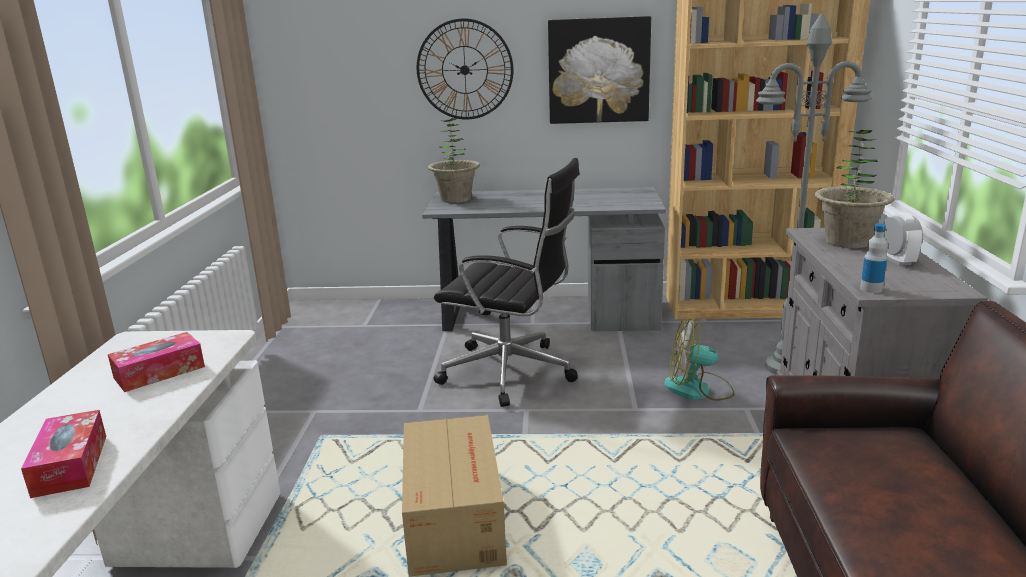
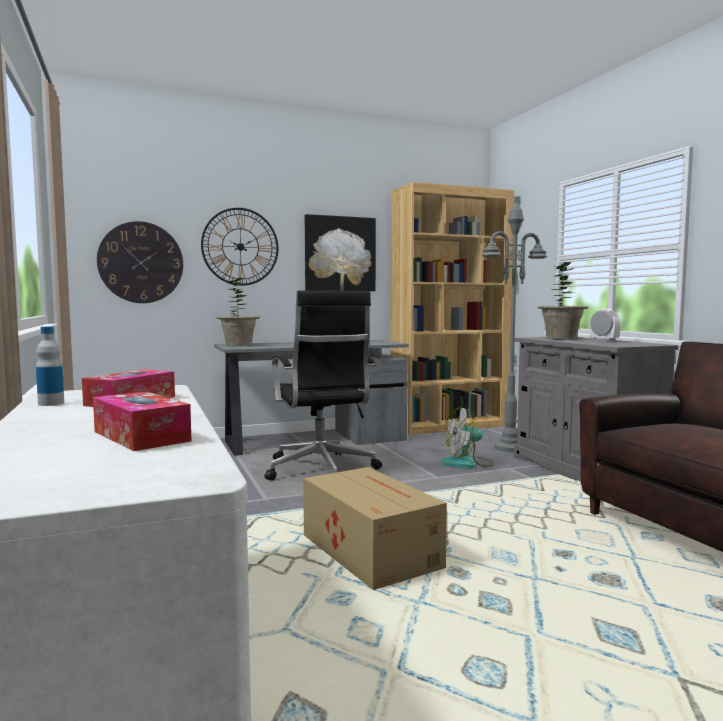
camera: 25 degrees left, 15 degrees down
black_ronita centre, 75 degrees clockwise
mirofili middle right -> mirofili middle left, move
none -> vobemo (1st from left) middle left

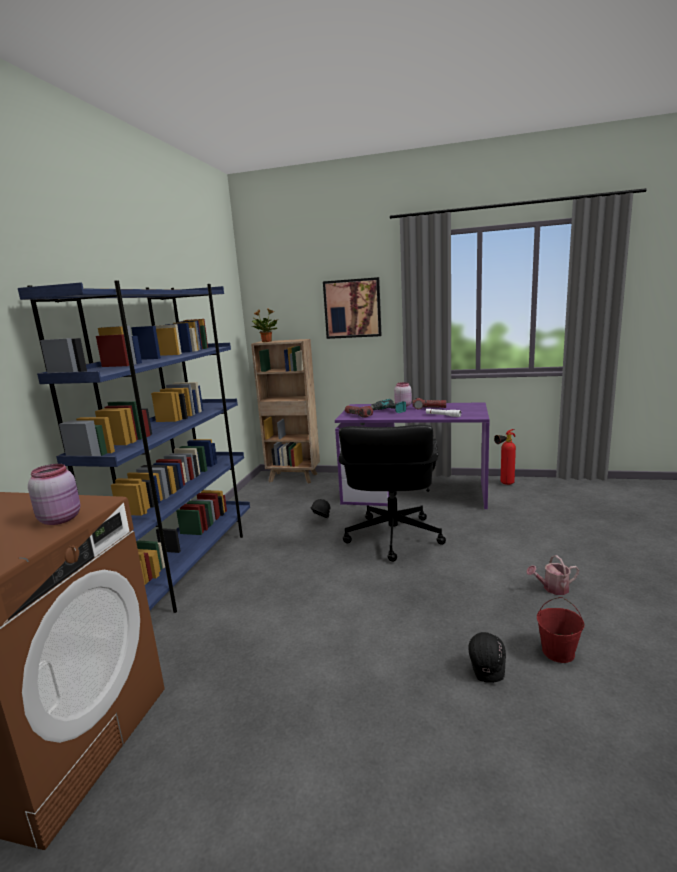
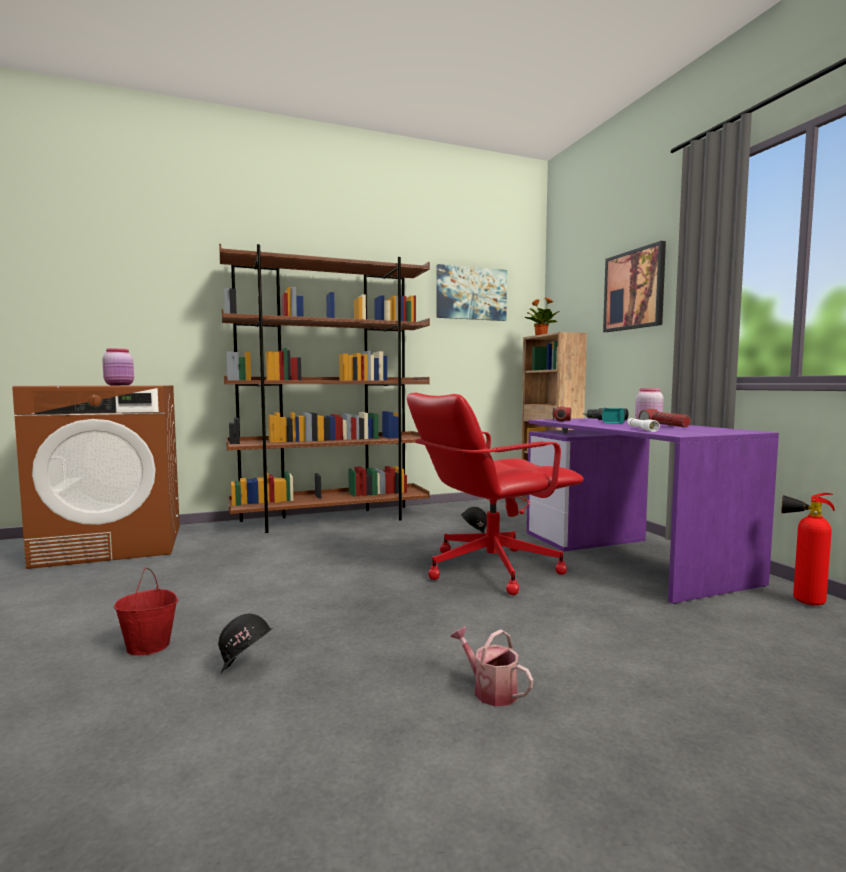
camera: 55 degrees right, 10 degrees down
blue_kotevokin middle left -> brown_kotevokin (1st from left) centre
black_ronita centre -> red_ronita centre
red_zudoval bottom right -> red_zudoval bottom left, move
none -> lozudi (1st from left) centre

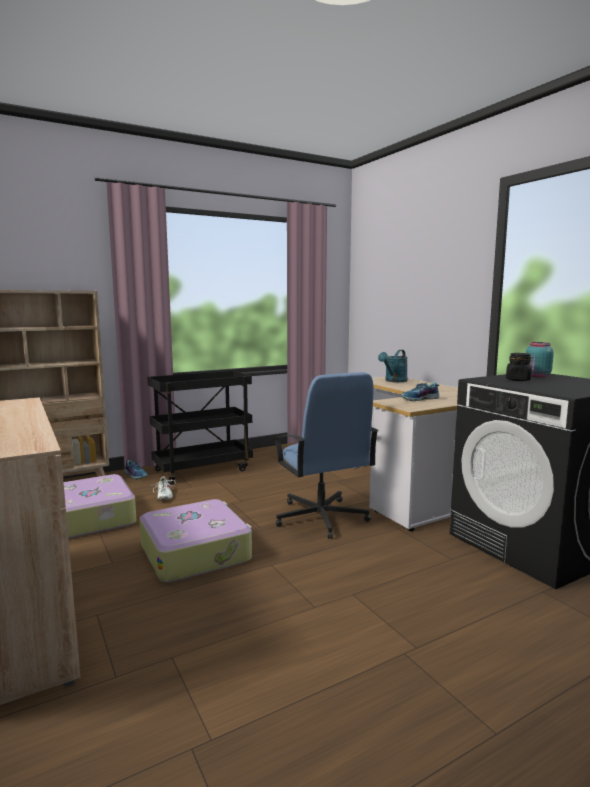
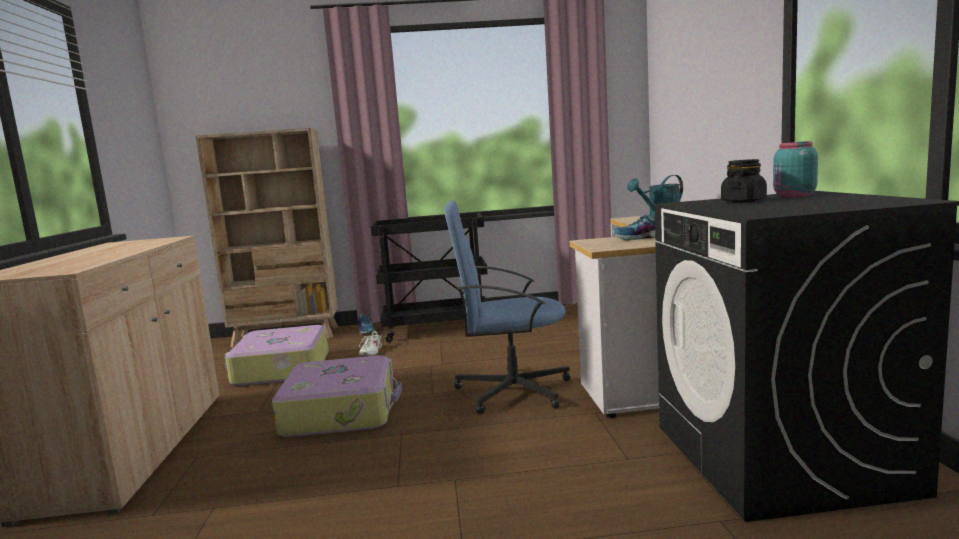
camera: 25 degrees right, 0 degrees up
blue_ronita centre, 90 degrees clockwise

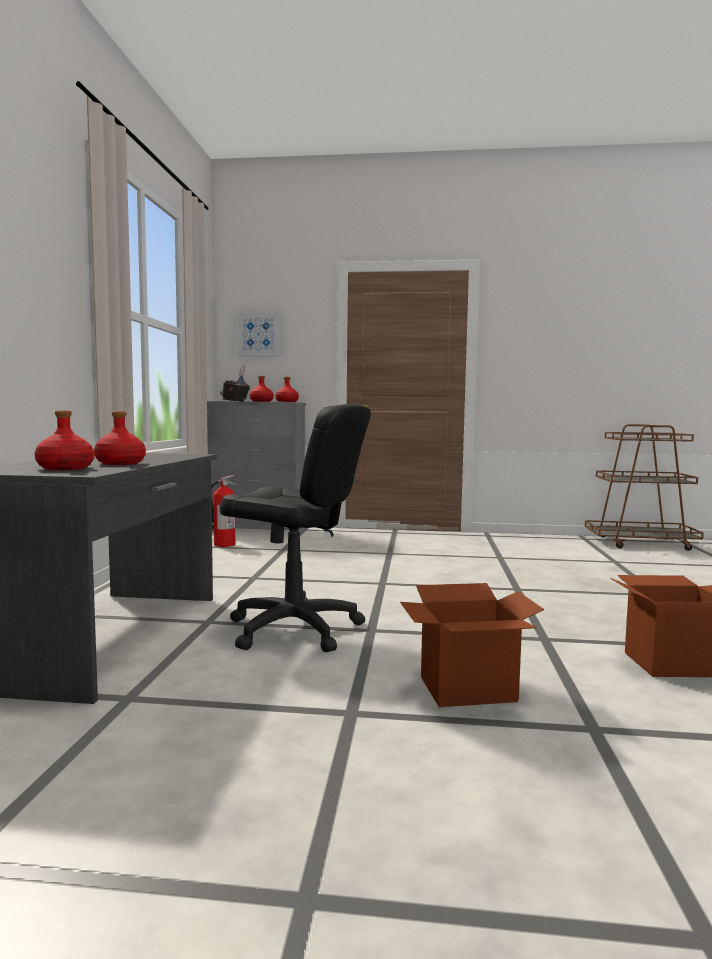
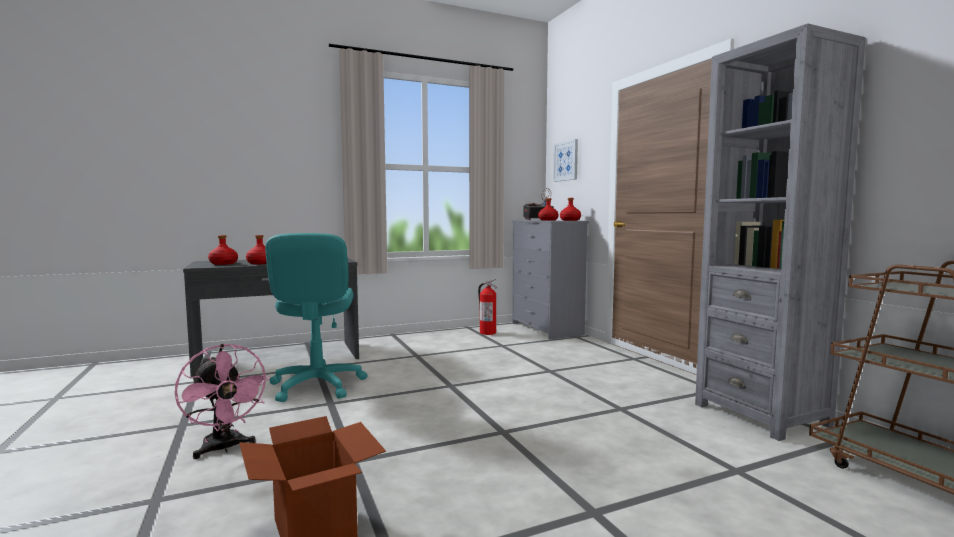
camera: 60 degrees right, 0 degrees up
black_ronita centre -> turquoise_ronita middle left
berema (1st from left) bottom centre -> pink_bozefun bottom left
none -> grey_kotevokin middle right

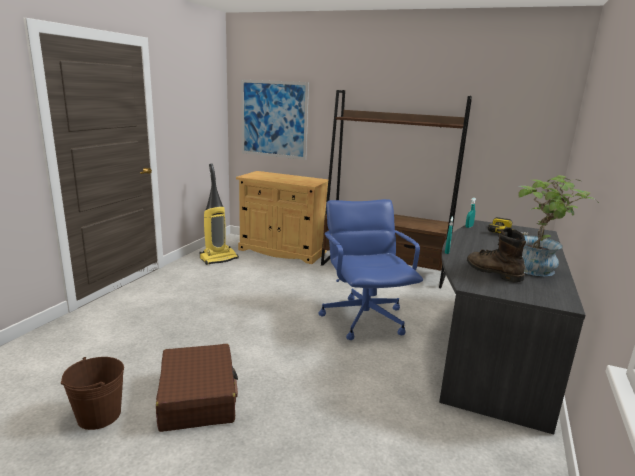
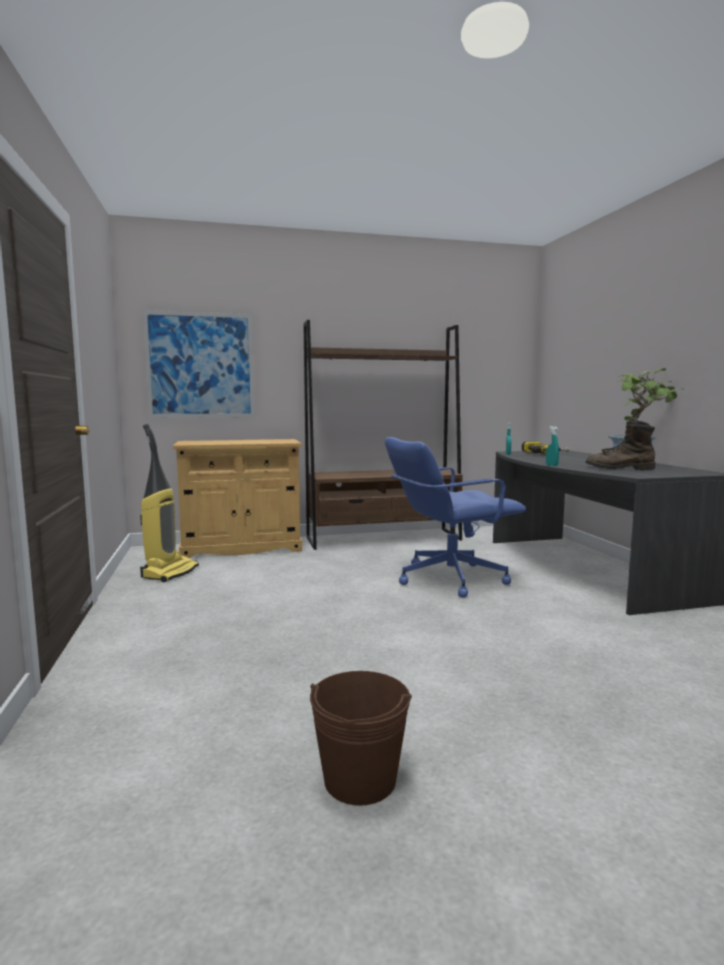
camera: 35 degrees left, 10 degrees down
blue_ronita centre, 60 degrees counterclockwise
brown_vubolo bottom left -> none

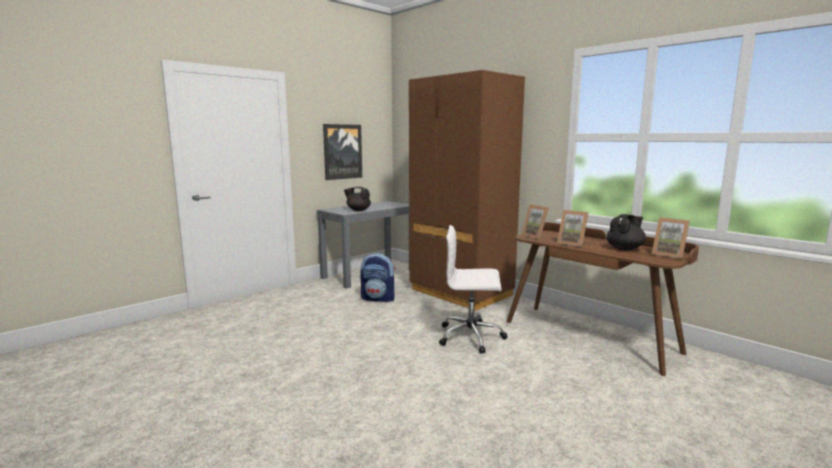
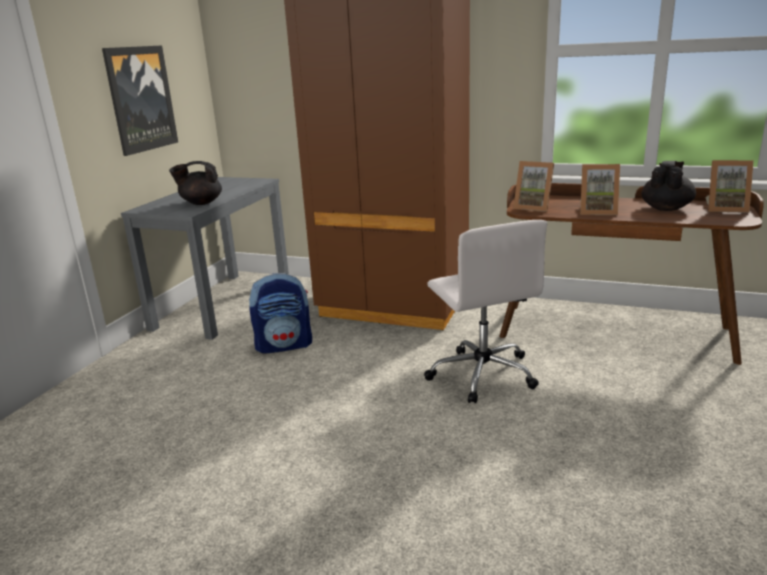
camera: 25 degrees left, 10 degrees up
white_ronita centre, 90 degrees counterclockwise

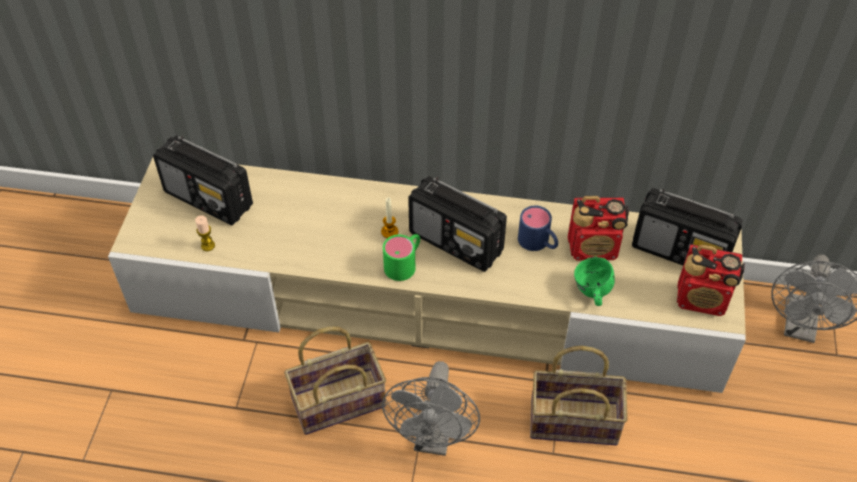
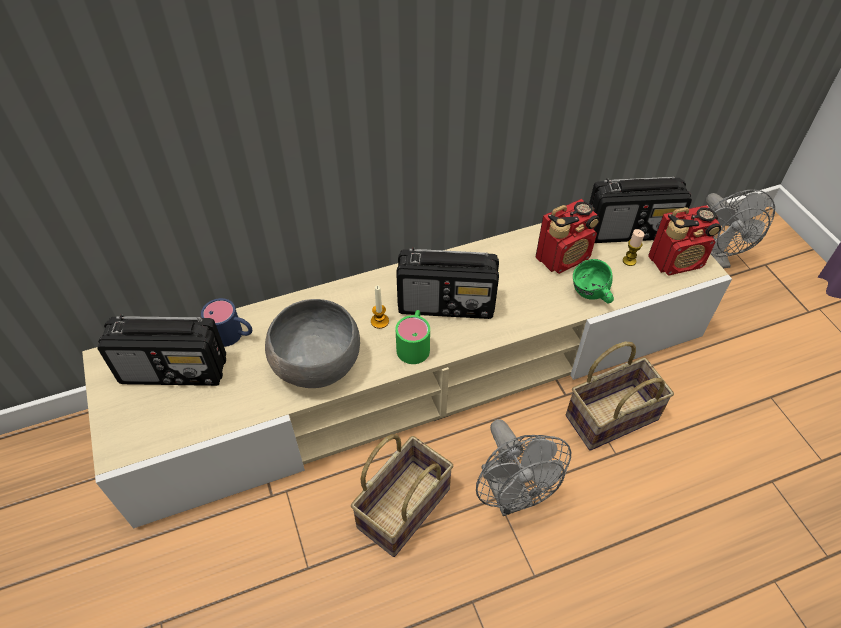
camera: 30 degrees left, 0 degrees up
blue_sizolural centre -> blue_sizolural middle left, move
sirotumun (1st from left in the first image) middle left -> sirotumun (2nd from left) middle right, move
none -> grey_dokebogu centre

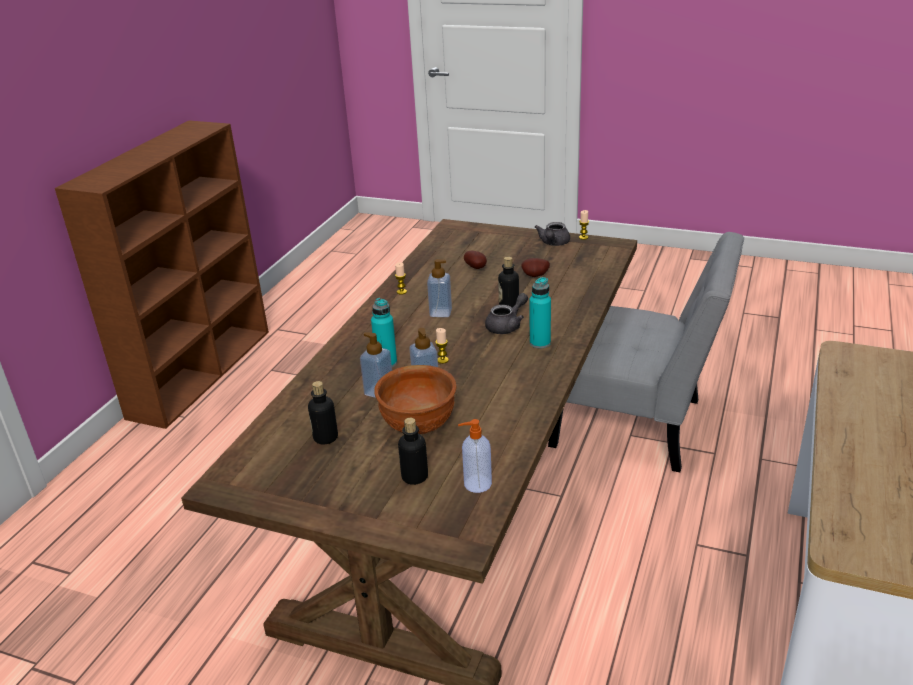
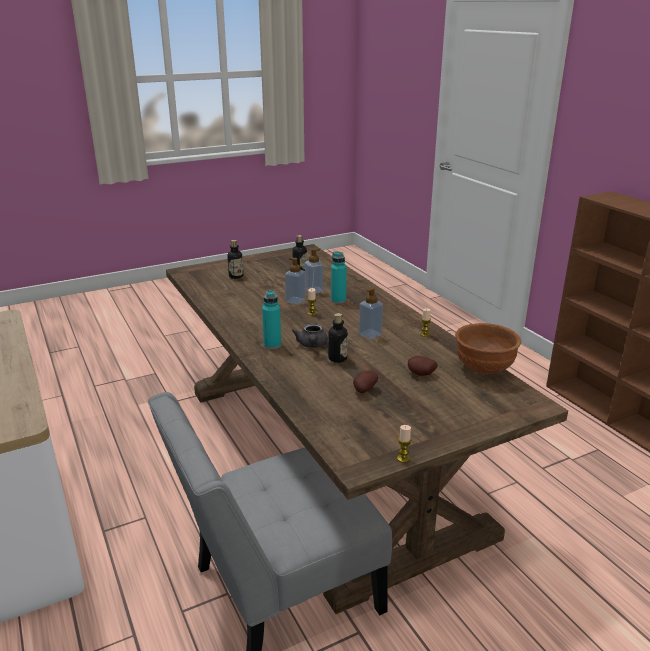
camera: 130 degrees right, 5 degrees down
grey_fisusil (2nd from left) centre -> none
brown_dokebogu centre -> brown_dokebogu middle right, move
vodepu (4th from left) centre -> none

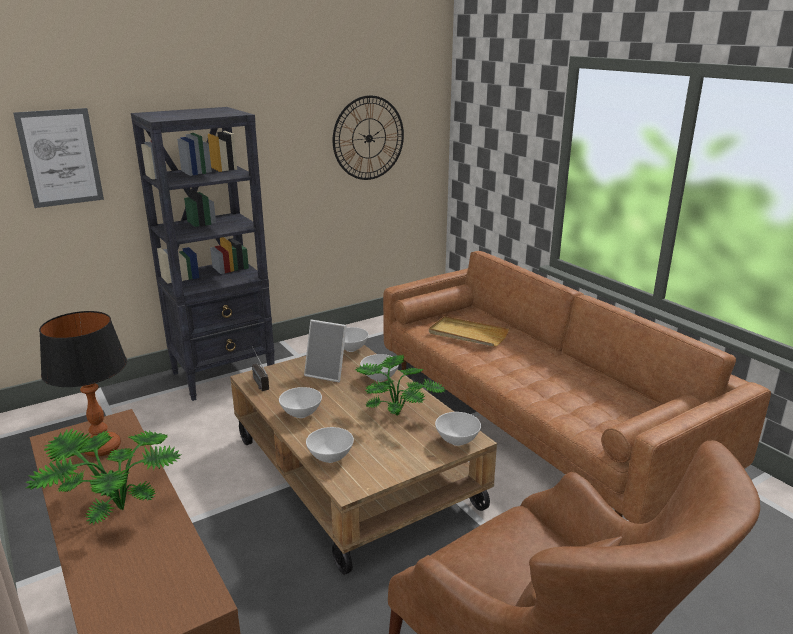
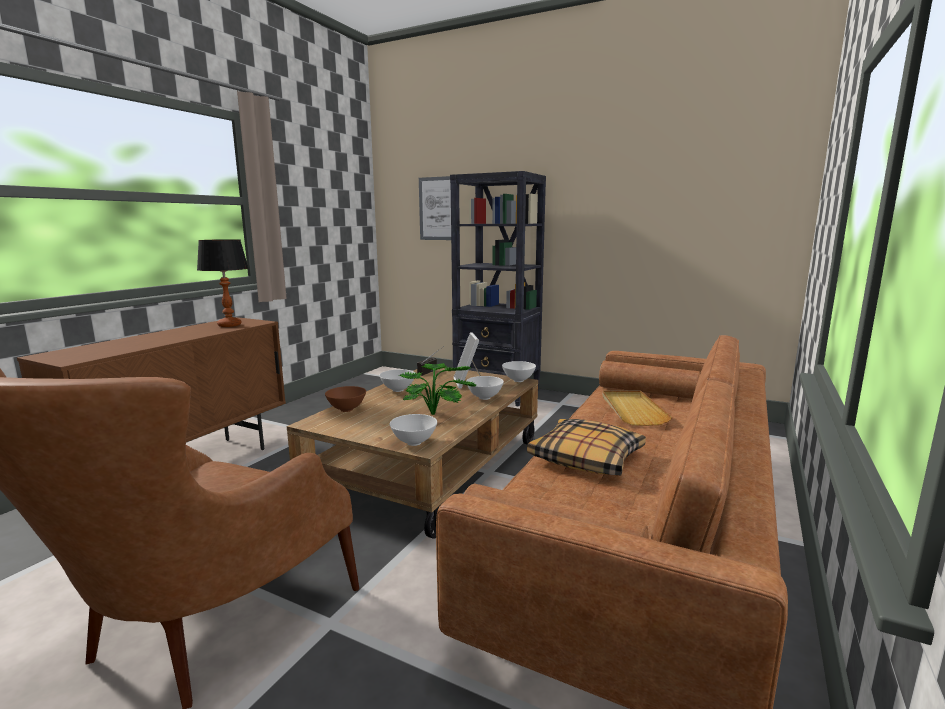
camera: 60 degrees right, 10 degrees down
vobemo top centre -> none
white_dokebogu (2nd from left) bottom centre -> brown_dokebogu centre
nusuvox (1st from left) bottom left -> none
none -> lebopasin centre

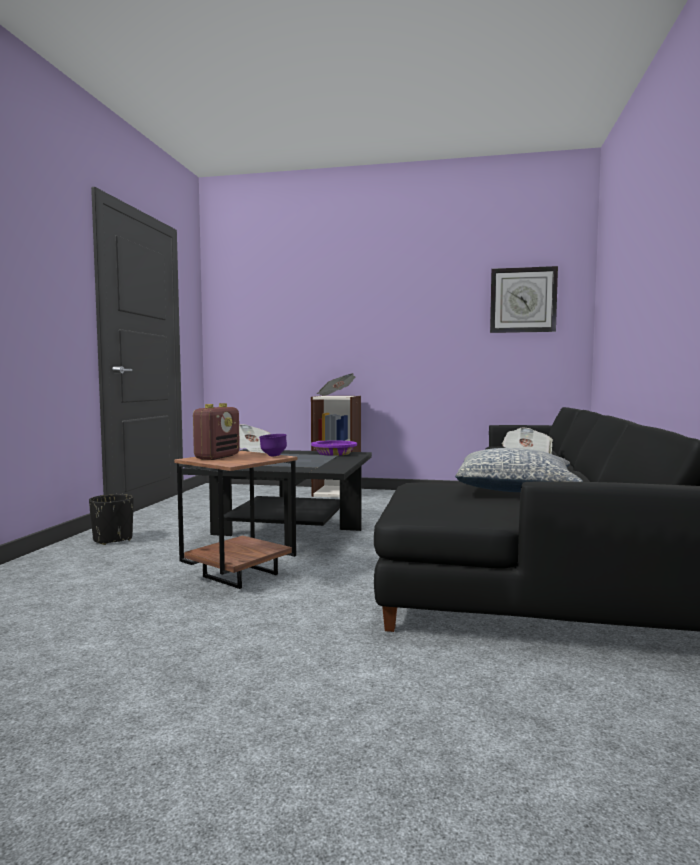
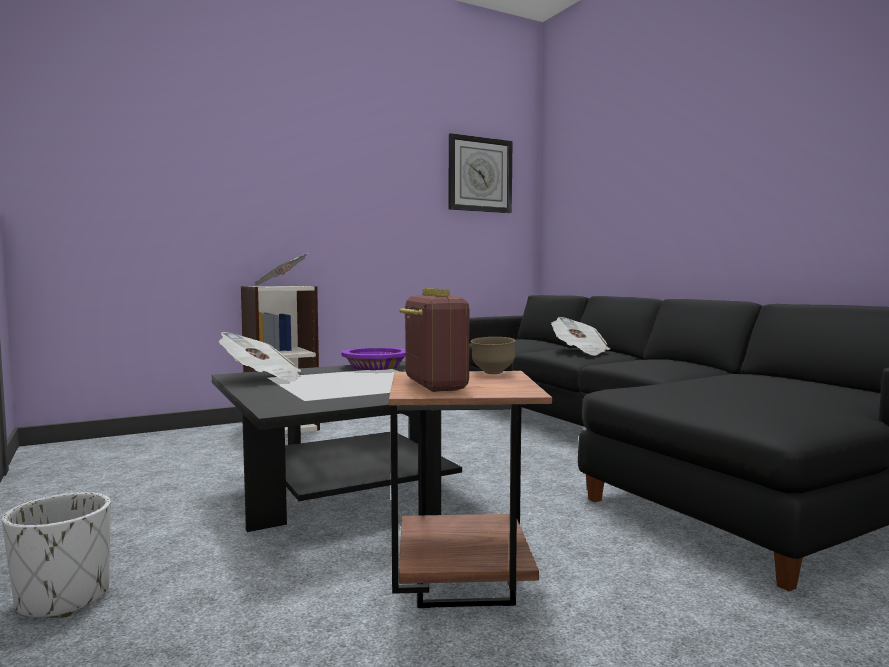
camera: 40 degrees left, 0 degrees up
purple_dokebogu (1st from left) centre -> brown_dokebogu centre
lebopasin middle right -> none
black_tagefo middle left -> white_tagefo bottom left

